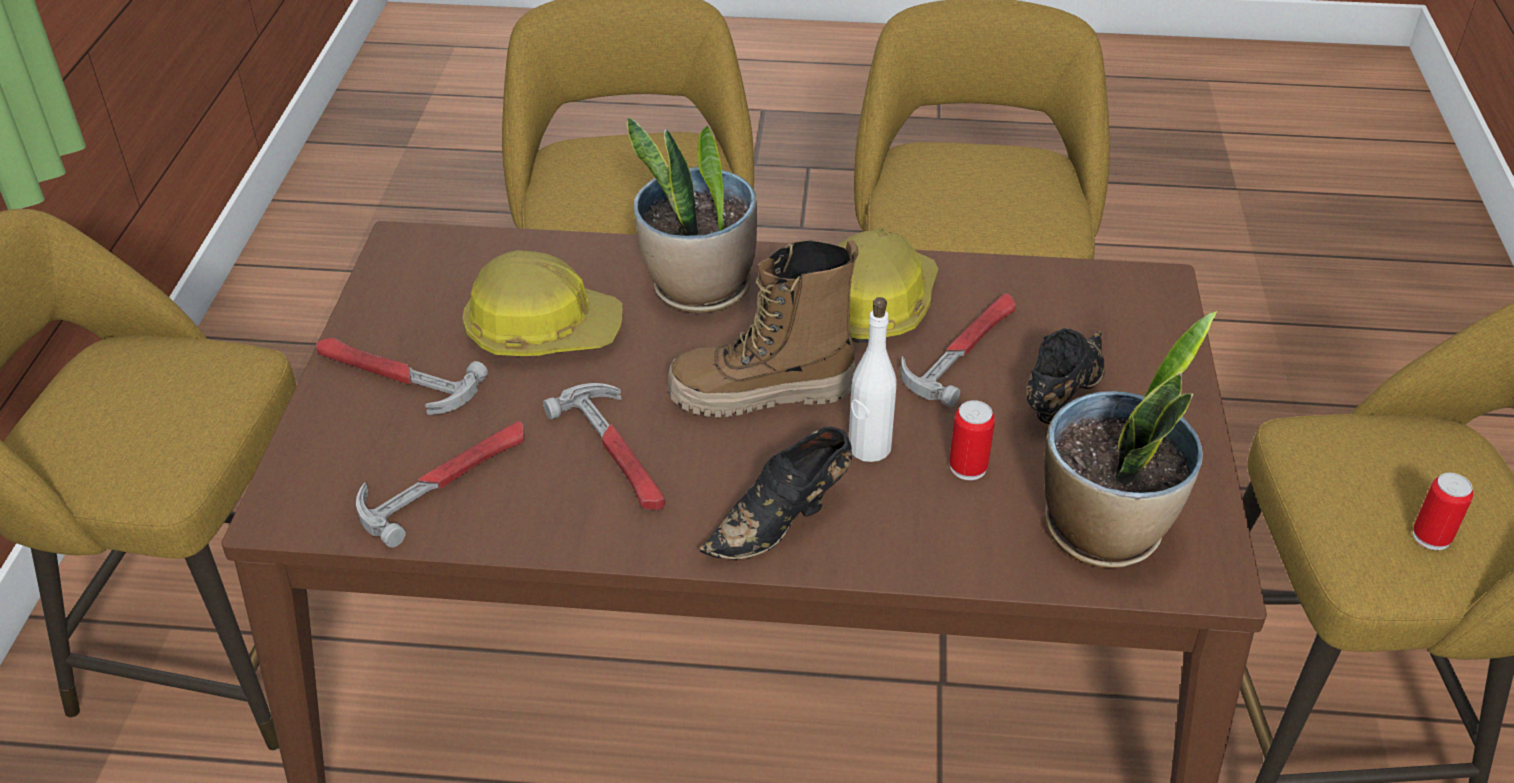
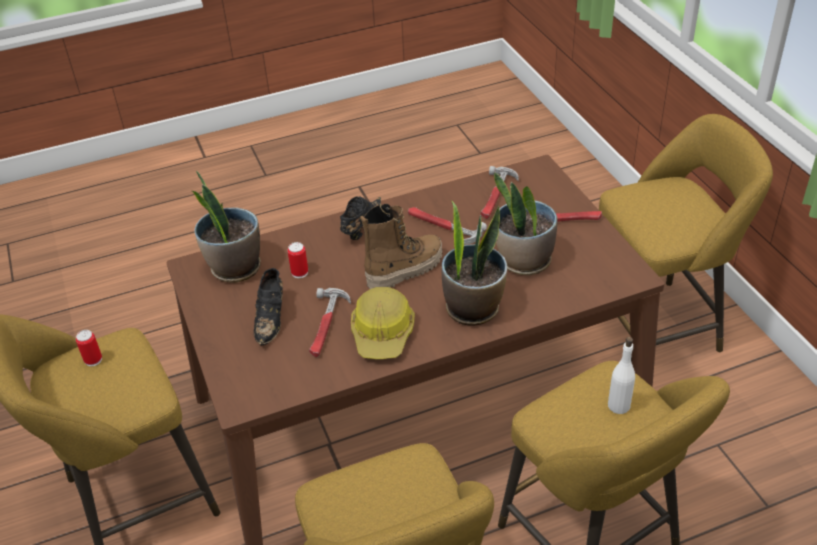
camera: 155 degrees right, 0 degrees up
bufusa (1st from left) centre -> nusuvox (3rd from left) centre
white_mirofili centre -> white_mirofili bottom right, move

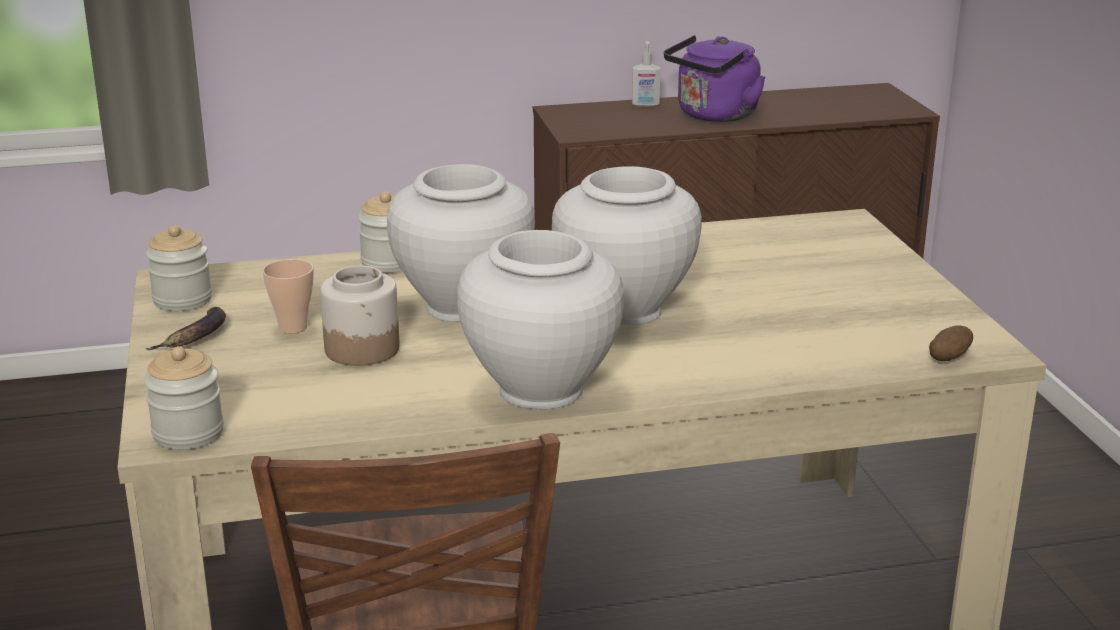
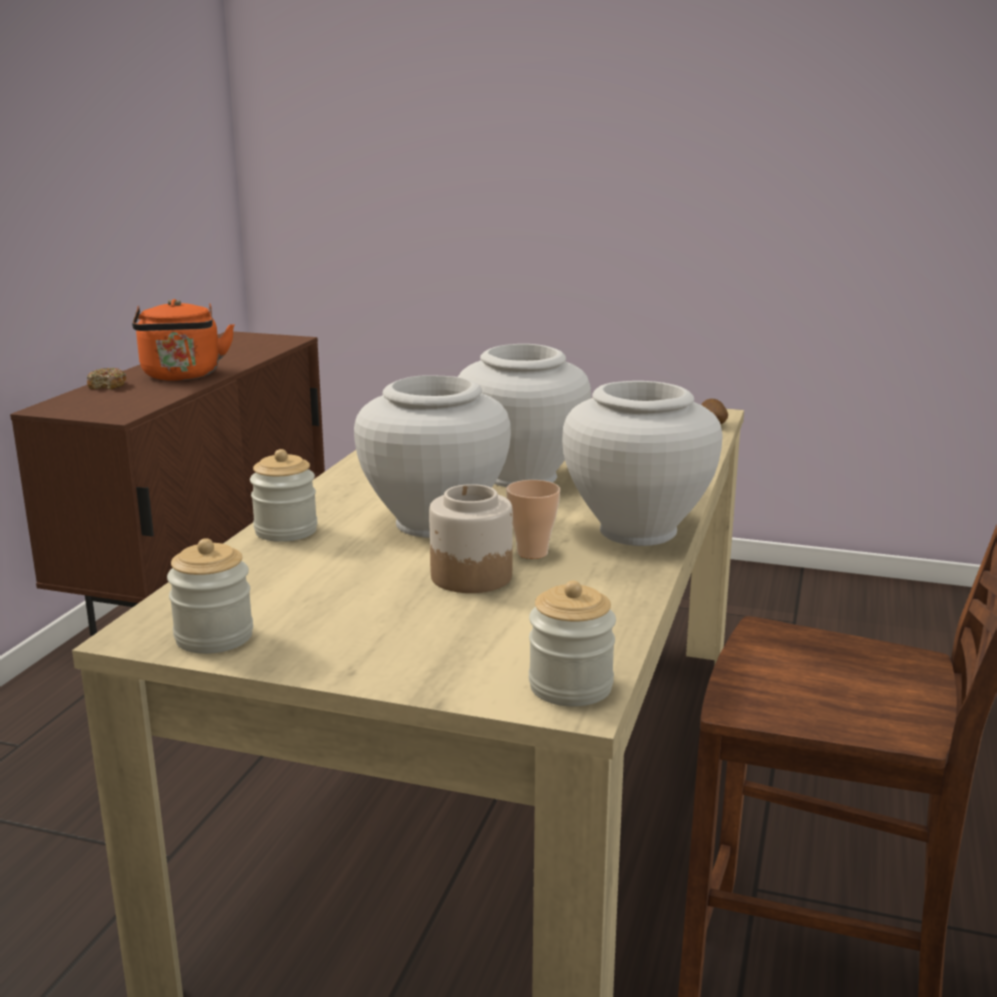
camera: 60 degrees left, 5 degrees down
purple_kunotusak top centre -> orange_kunotusak middle left
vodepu top centre -> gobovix middle left
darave middle left -> darave centre, move
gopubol middle left -> none

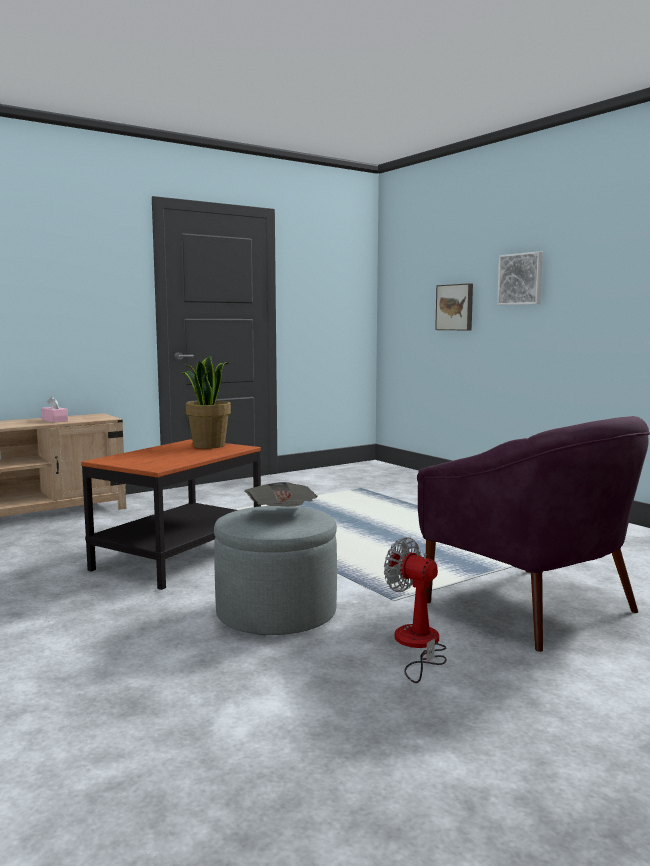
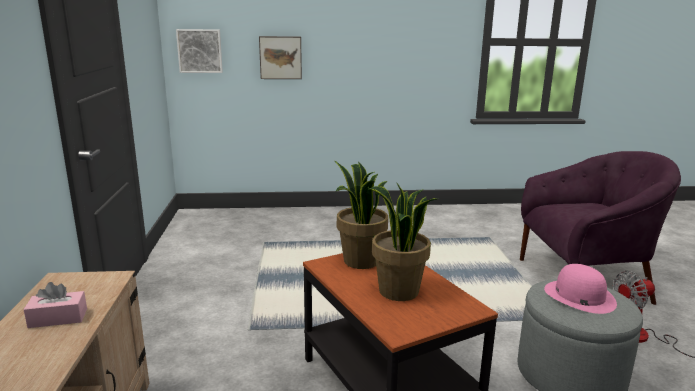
camera: 60 degrees left, 10 degrees up
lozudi (2nd from left in the first image) top right -> lozudi (1st from left) top left, move
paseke centre -> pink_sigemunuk bottom right
none -> nusuvox (2nd from left) centre

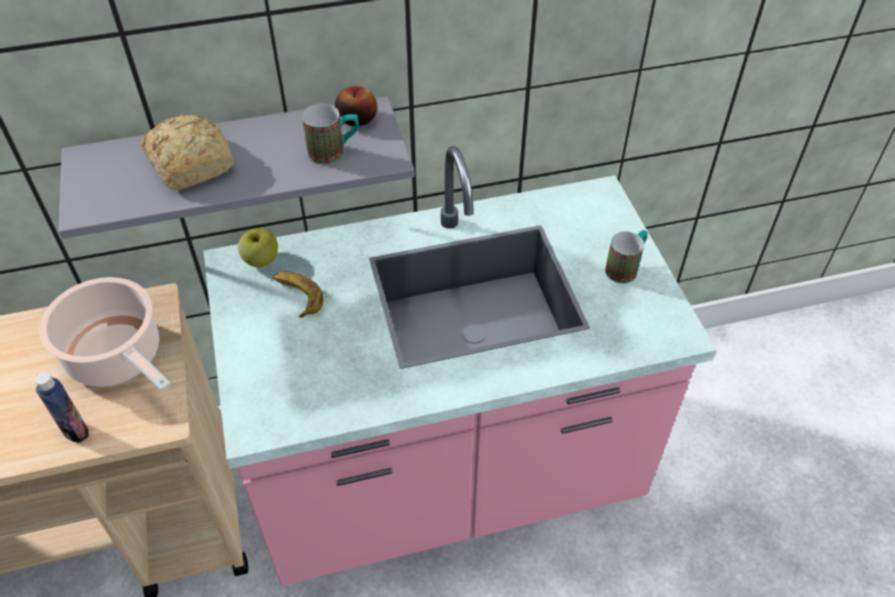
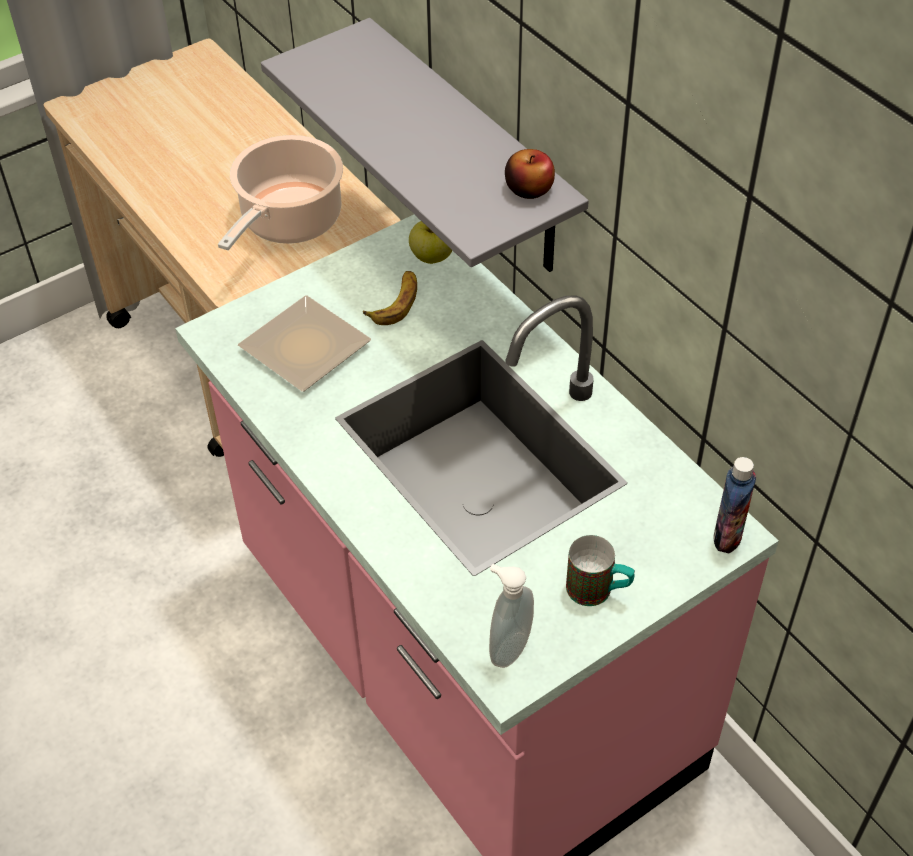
camera: 70 degrees right, 0 degrees up
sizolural (1st from left) top centre -> none
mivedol top left -> none
mirofili bottom left -> mirofili middle right, move
none -> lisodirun middle left
none -> vodepu bottom centre

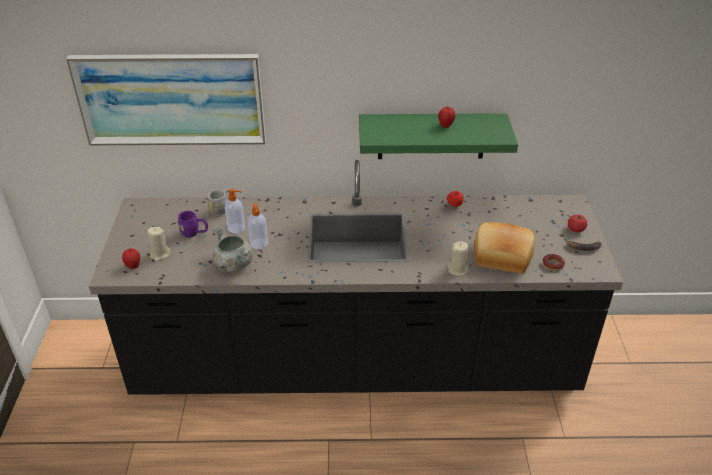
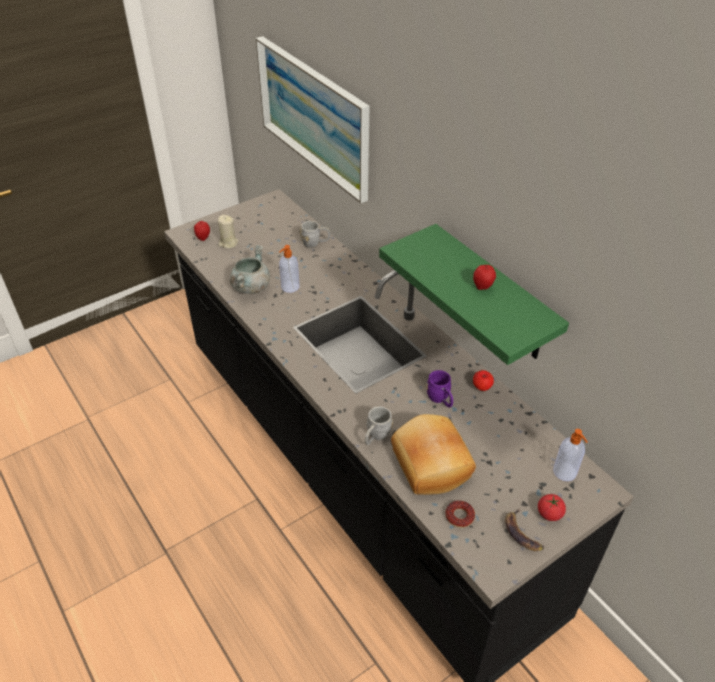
camera: 55 degrees right, 5 degrees up
vodepu (1st from left in the first image) middle left -> vodepu (2nd from left) bottom right, move
purple_sizolural middle left -> purple_sizolural centre, move
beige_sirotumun (2nd from left) centre -> grey_sizolural (2nd from left) centre

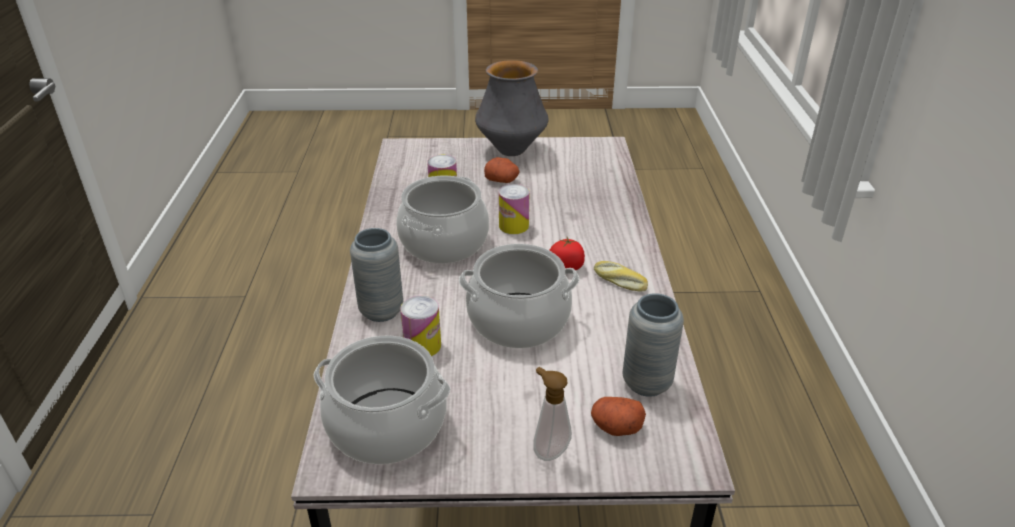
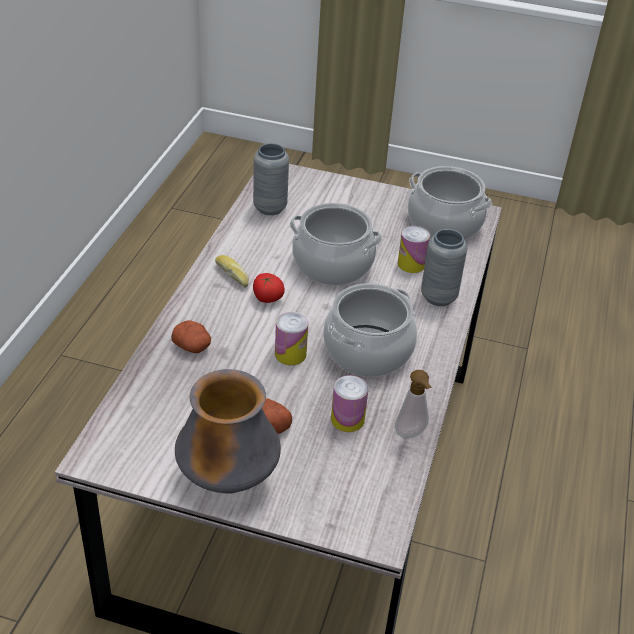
camera: 165 degrees left, 5 degrees up
vodepu bottom centre -> vodepu centre, move
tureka (2nd from left in the first image) bottom centre -> tureka (1st from left) middle left, move

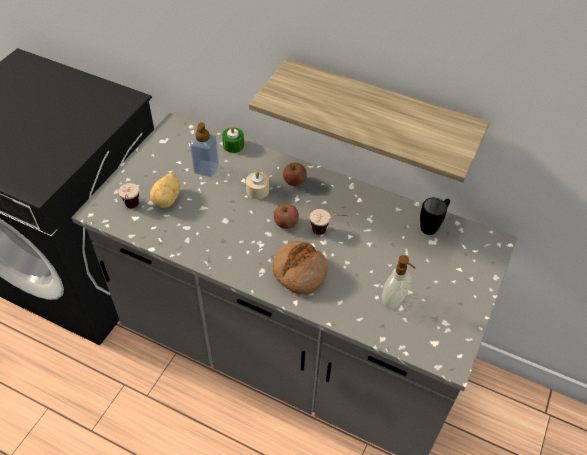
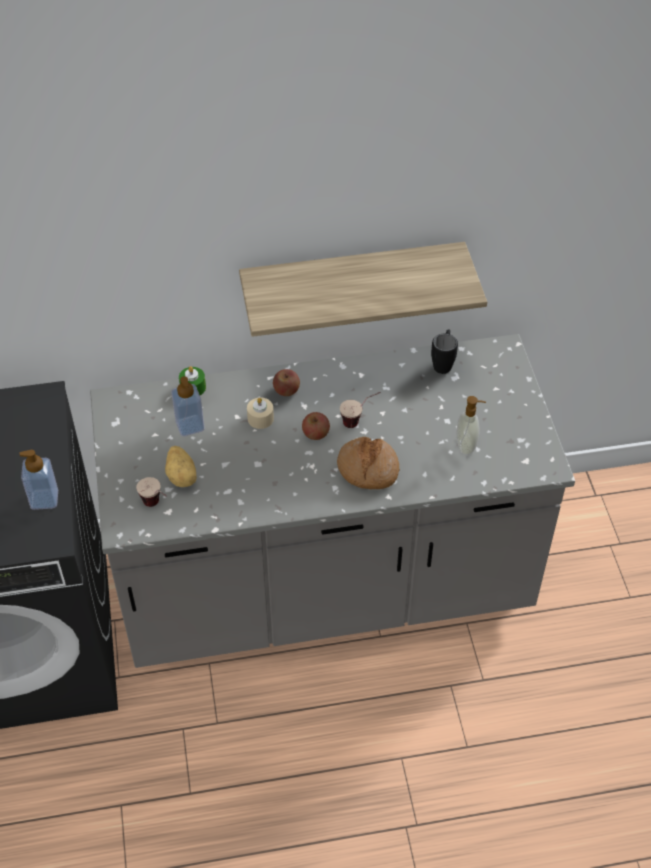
camera: 35 degrees left, 0 degrees up
none -> vodepu (1st from left) middle left

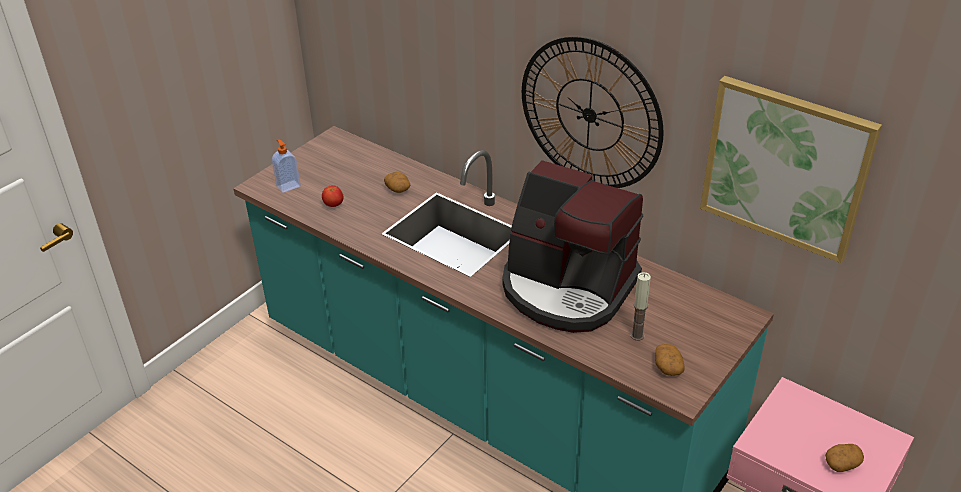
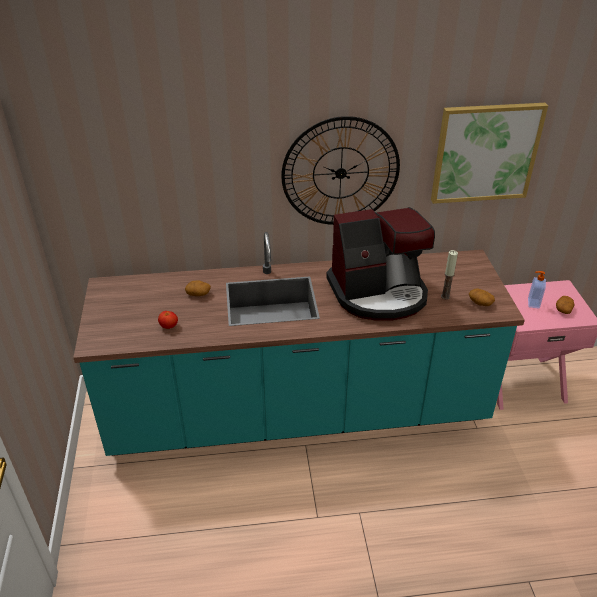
camera: 45 degrees left, 0 degrees up
vodepu middle left -> vodepu middle right, move

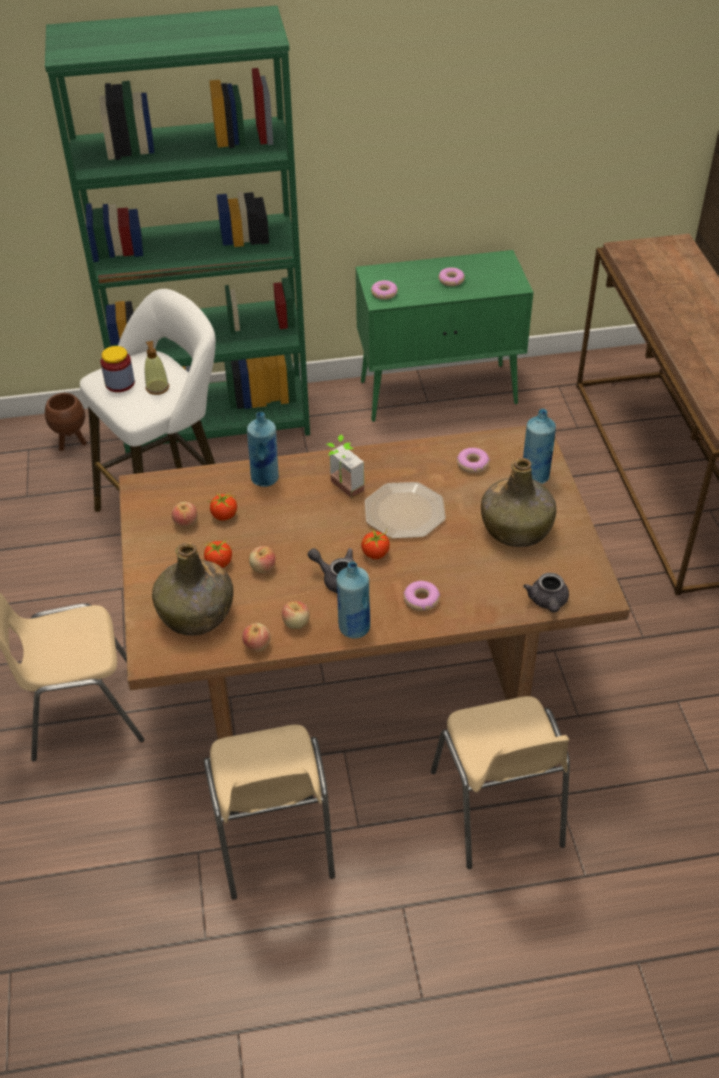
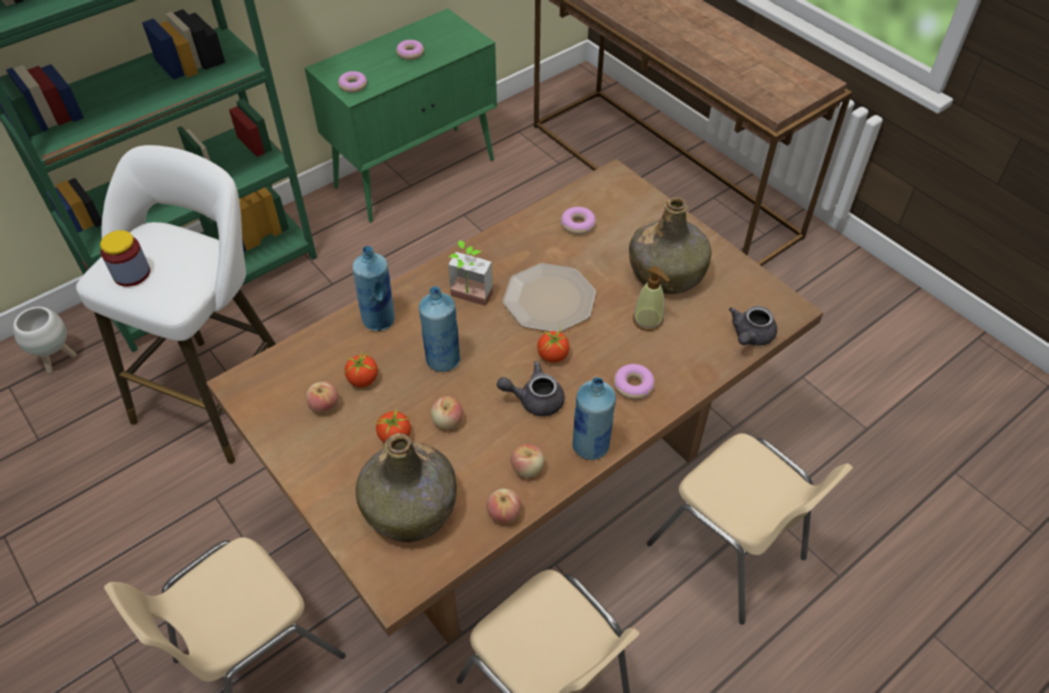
camera: 30 degrees left, 5 degrees up
vodepu middle left -> vodepu centre, move
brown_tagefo middle left -> white_tagefo middle left
blue_mirofili (3rd from left in the first image) middle right -> blue_mirofili (2nd from left) centre, move
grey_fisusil (2nd from left) middle right, 60 degrees clockwise

